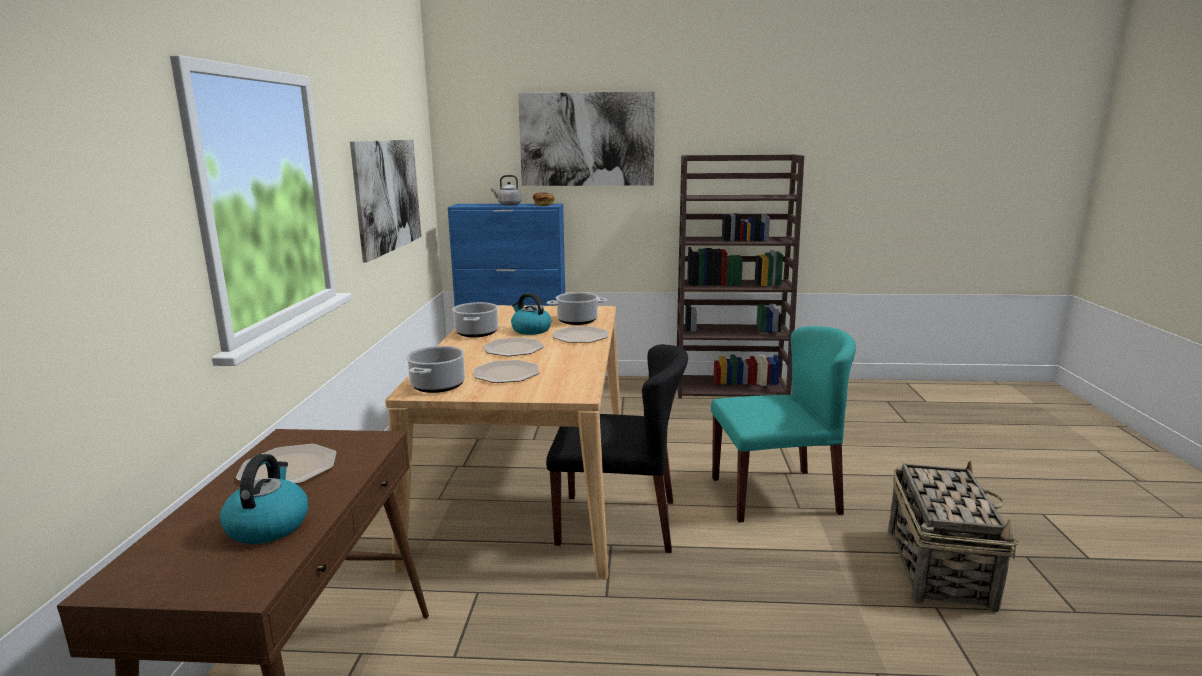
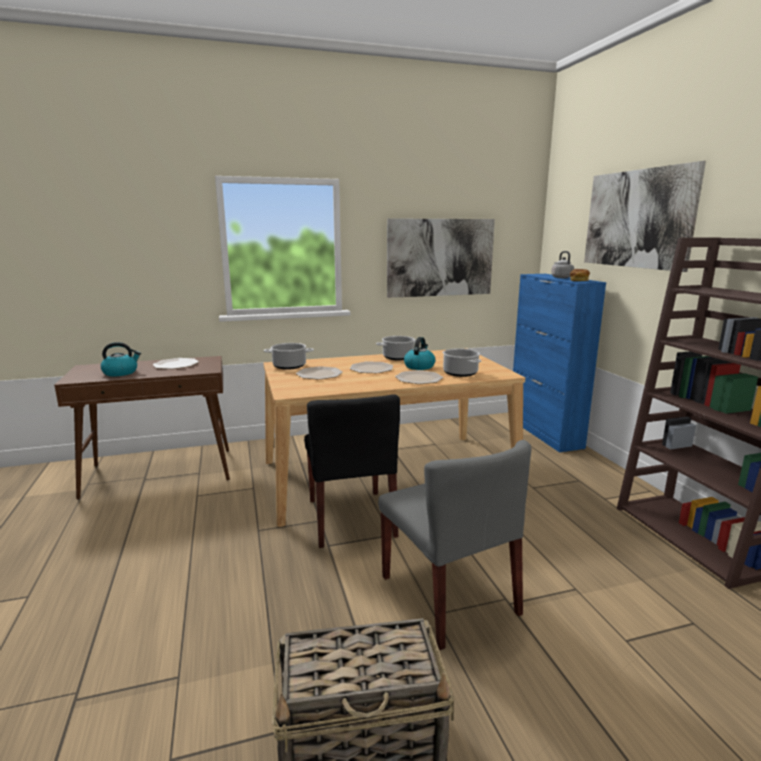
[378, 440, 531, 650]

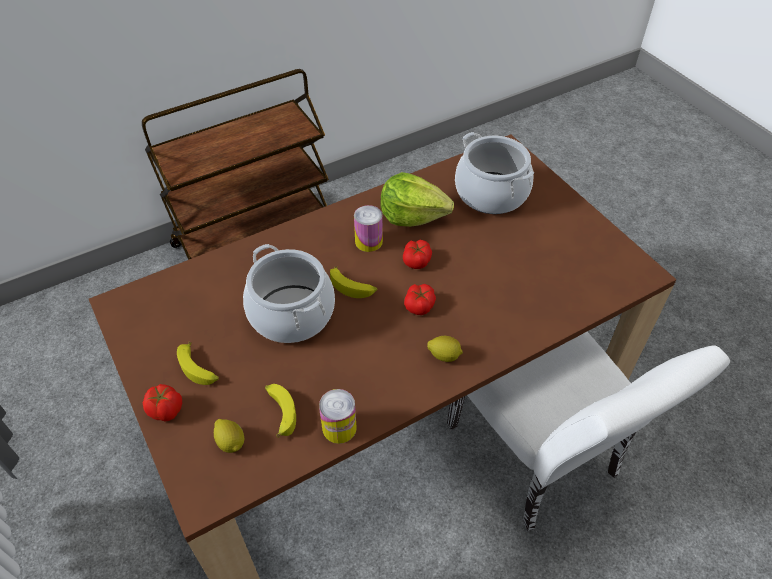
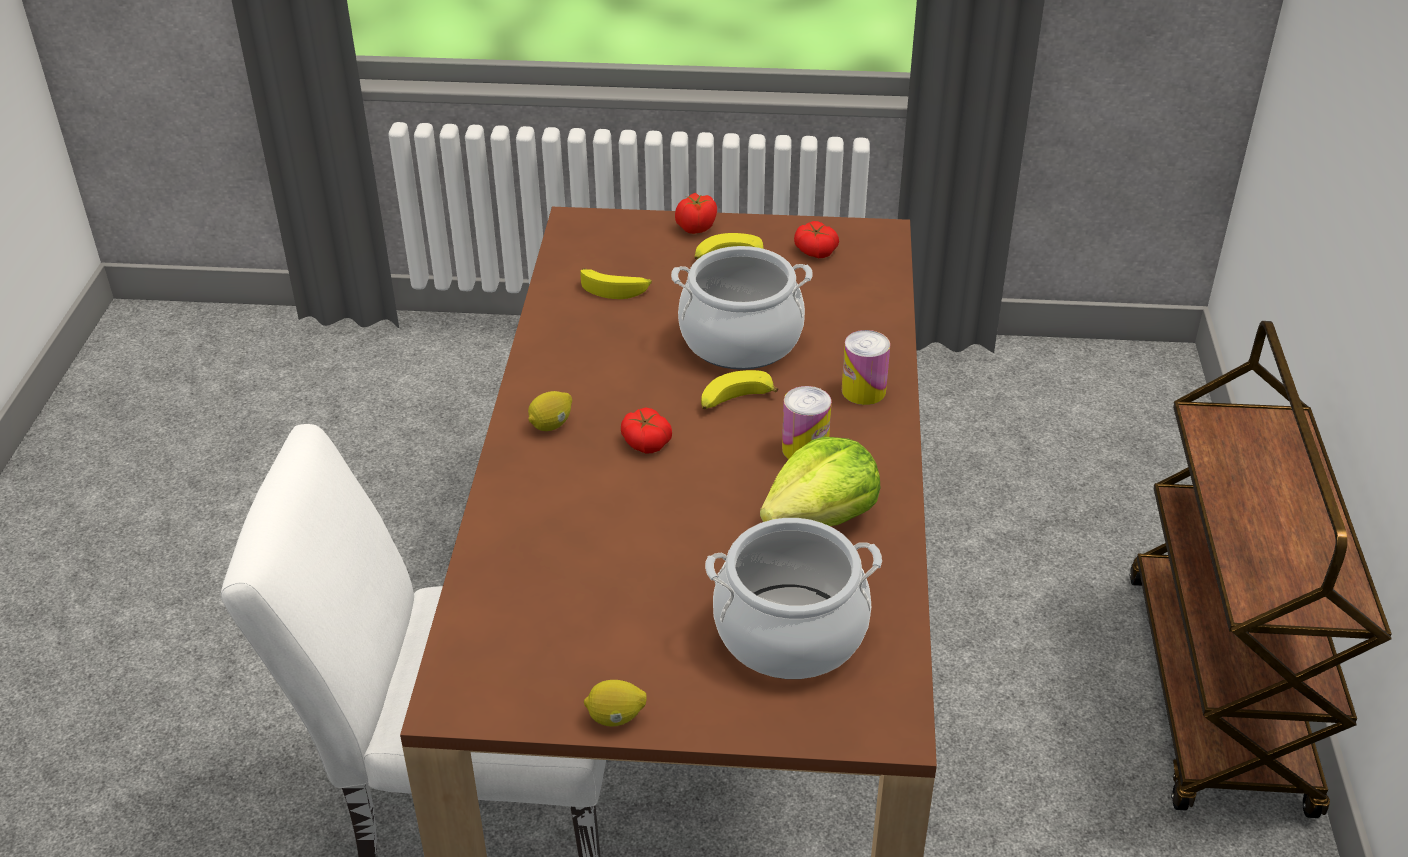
[584, 680, 647, 726]
[842, 330, 890, 405]
[794, 221, 839, 258]

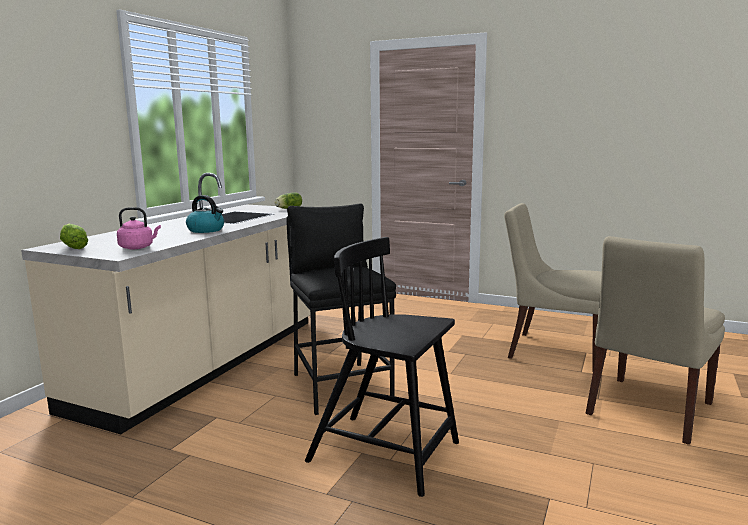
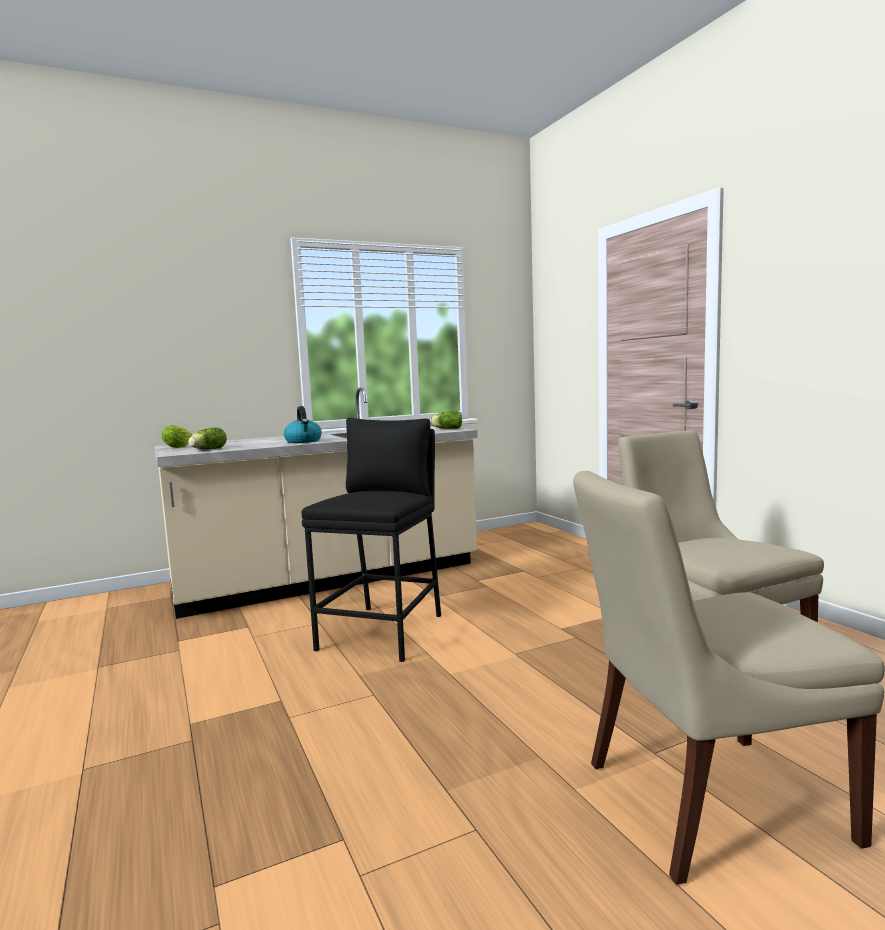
[188, 427, 227, 450]
[305, 237, 459, 497] (first image)

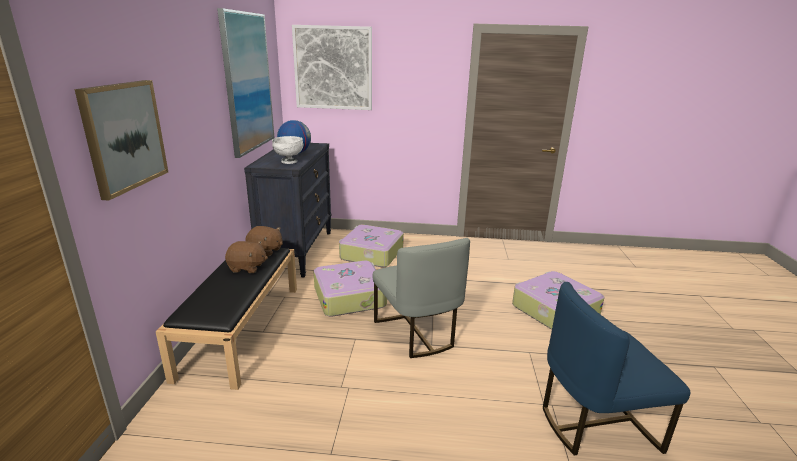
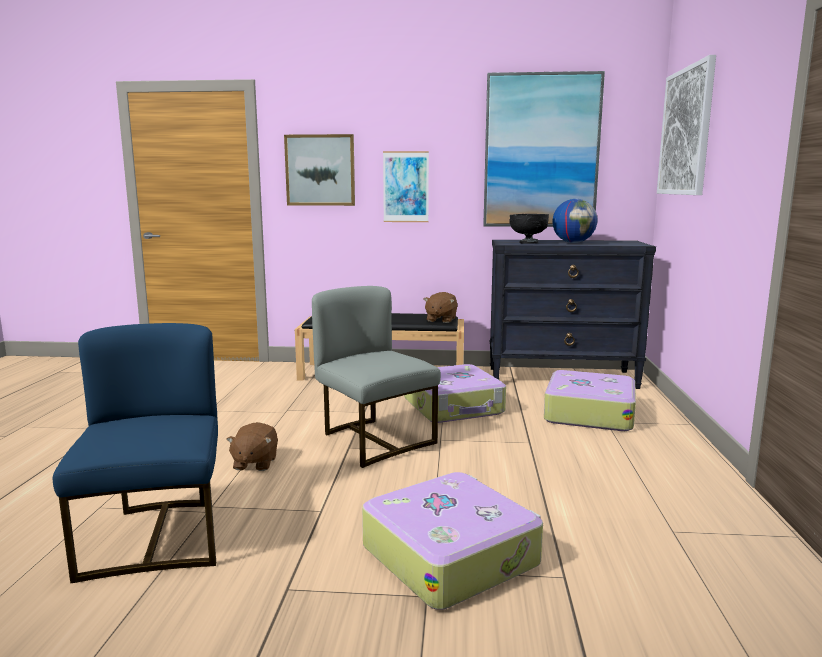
[226, 422, 278, 471]
[509, 214, 549, 244]
[312, 286, 441, 468]
[383, 151, 429, 222]

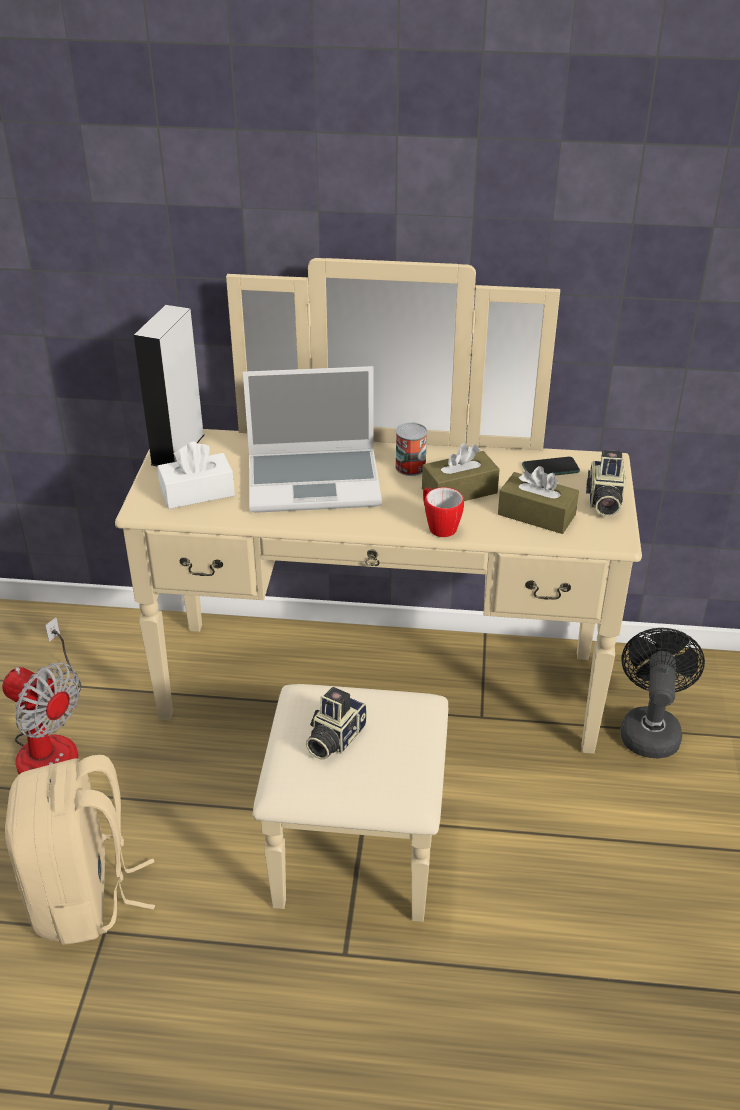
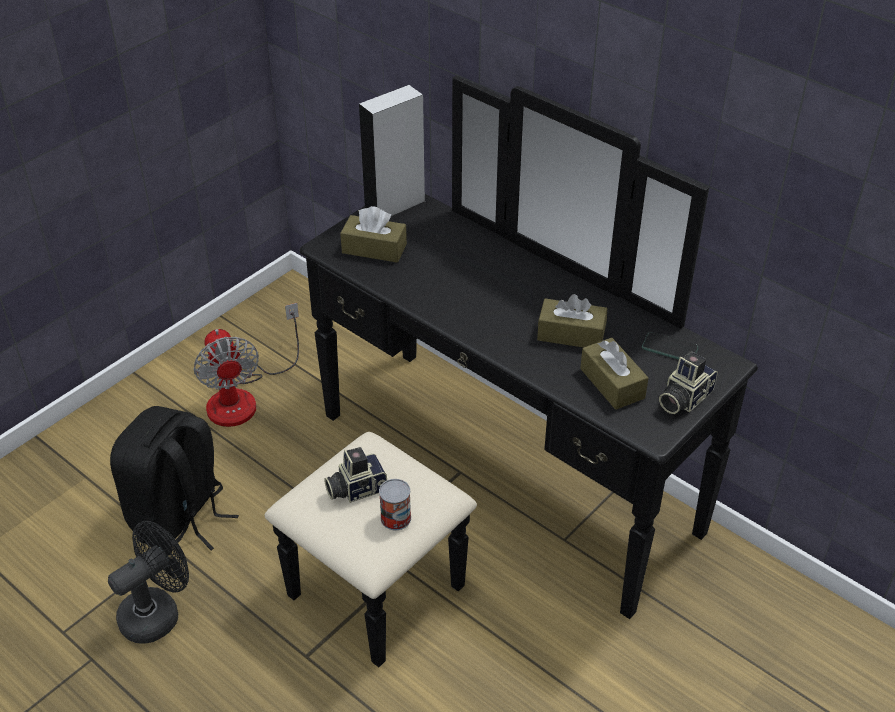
[110, 406, 239, 550]
[264, 76, 758, 667]
[340, 206, 407, 263]
[243, 366, 382, 513] (first image)
[379, 479, 411, 530]
[423, 487, 464, 537] (first image)
[108, 521, 189, 644]

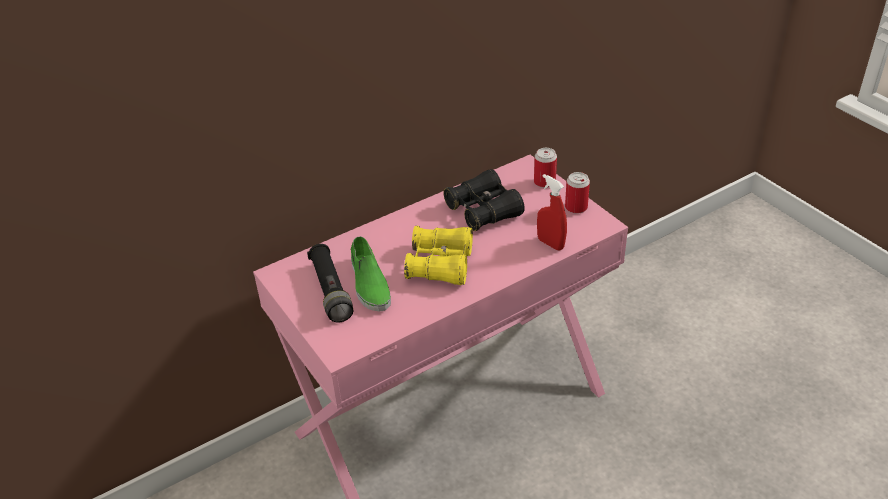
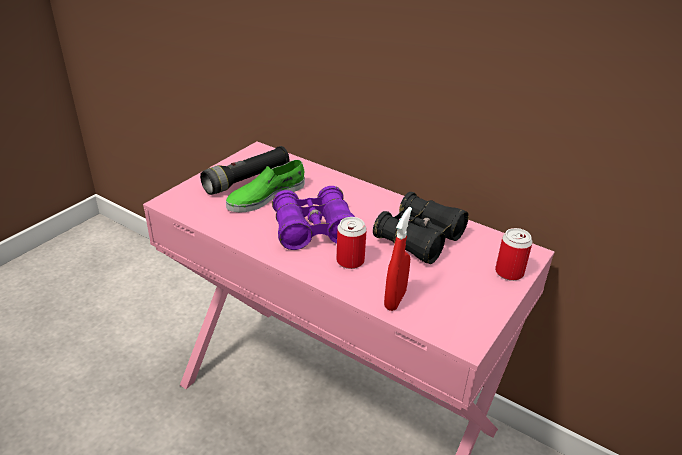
[272, 186, 355, 250]
[336, 217, 367, 269]

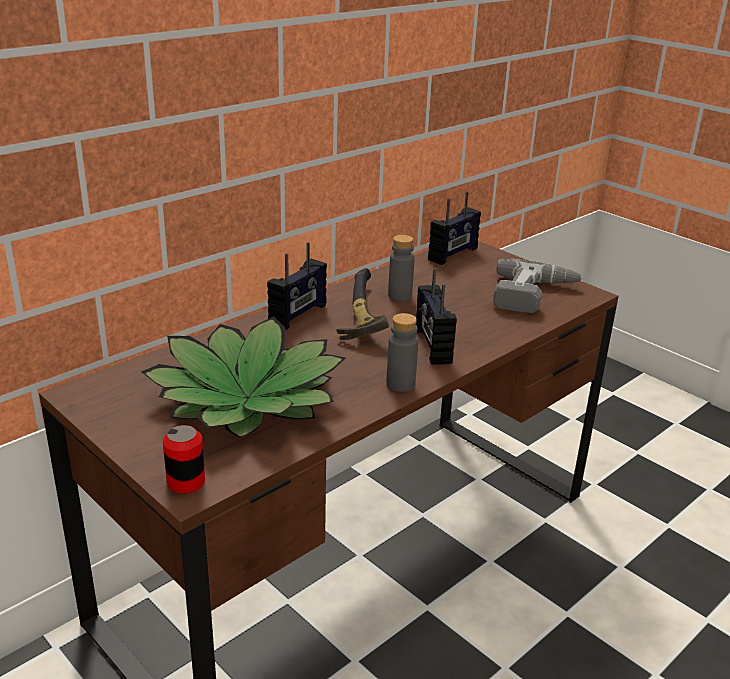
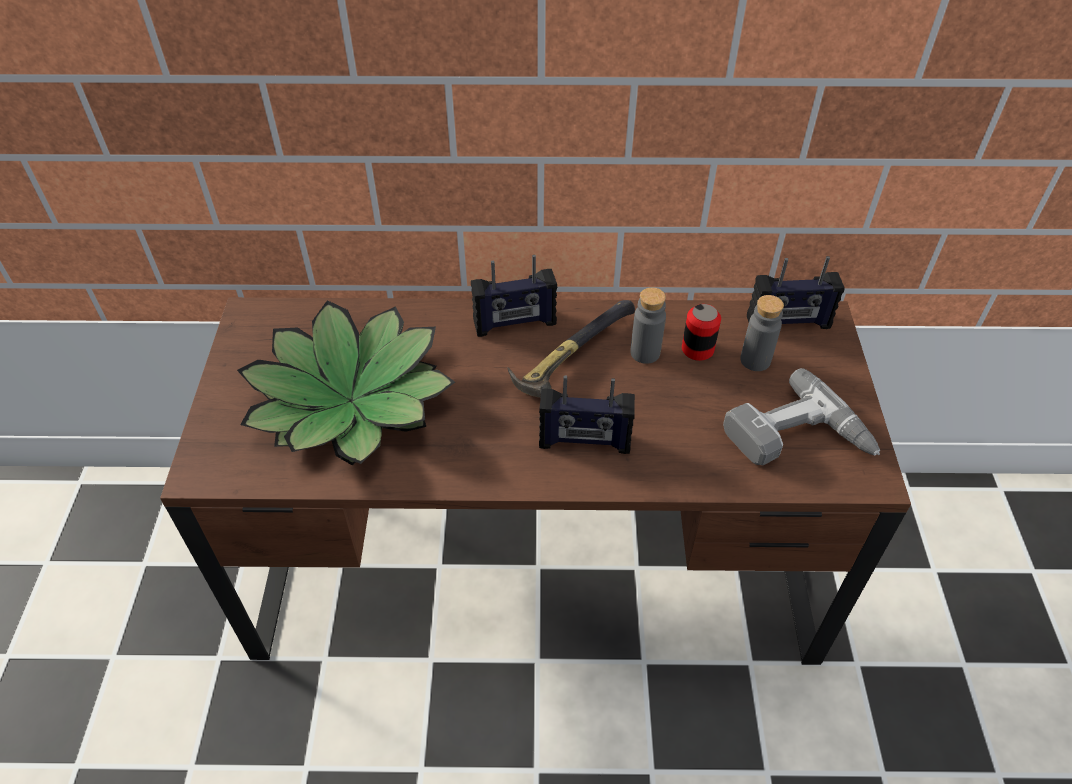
[682, 304, 721, 361]
[740, 295, 784, 371]
[539, 376, 635, 454]

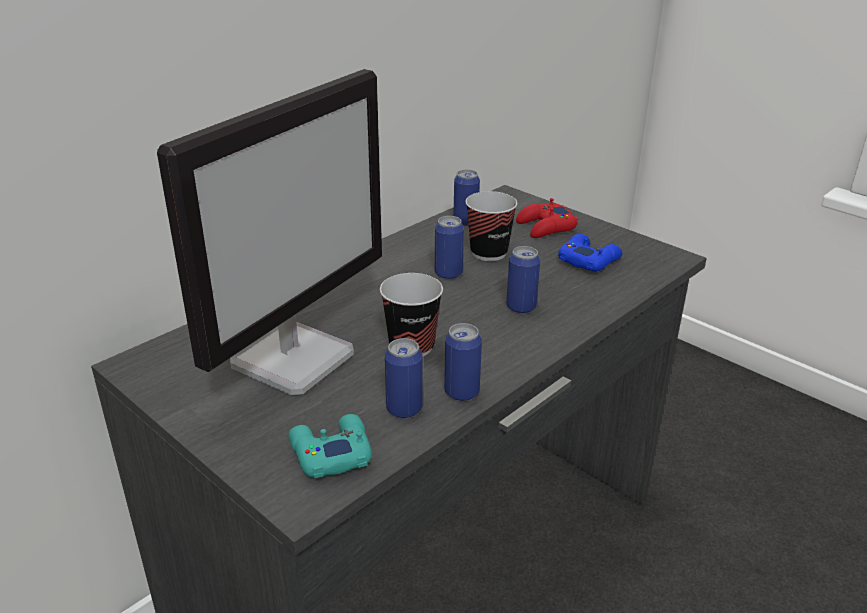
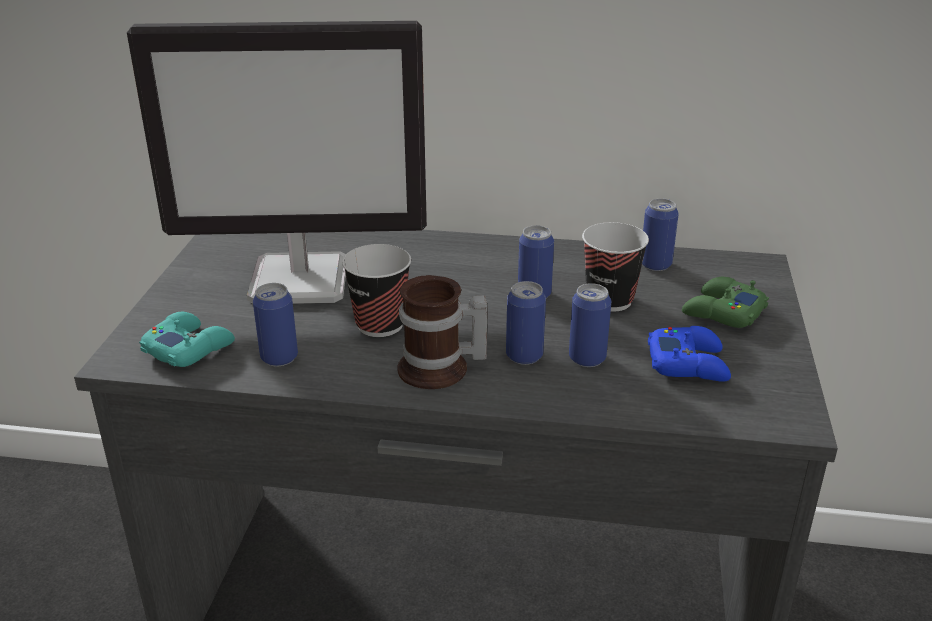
[569, 283, 611, 367]
[682, 277, 769, 328]
[397, 275, 487, 389]

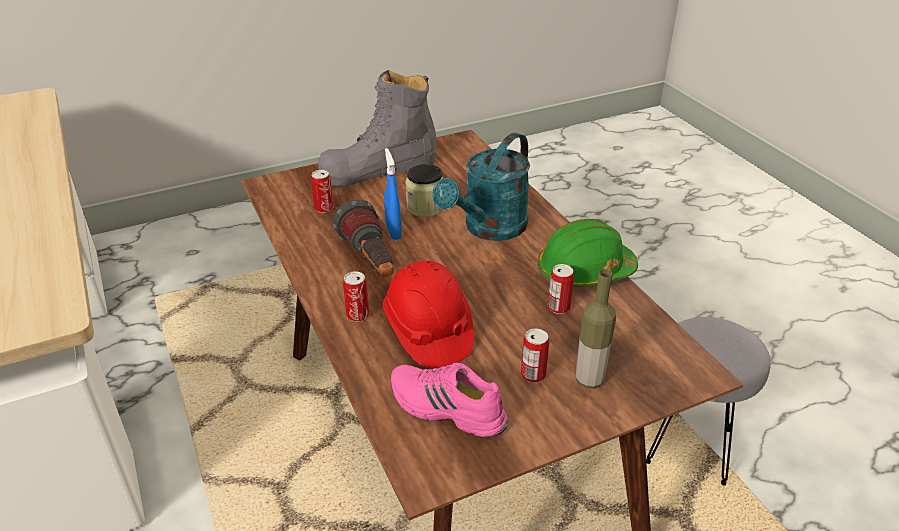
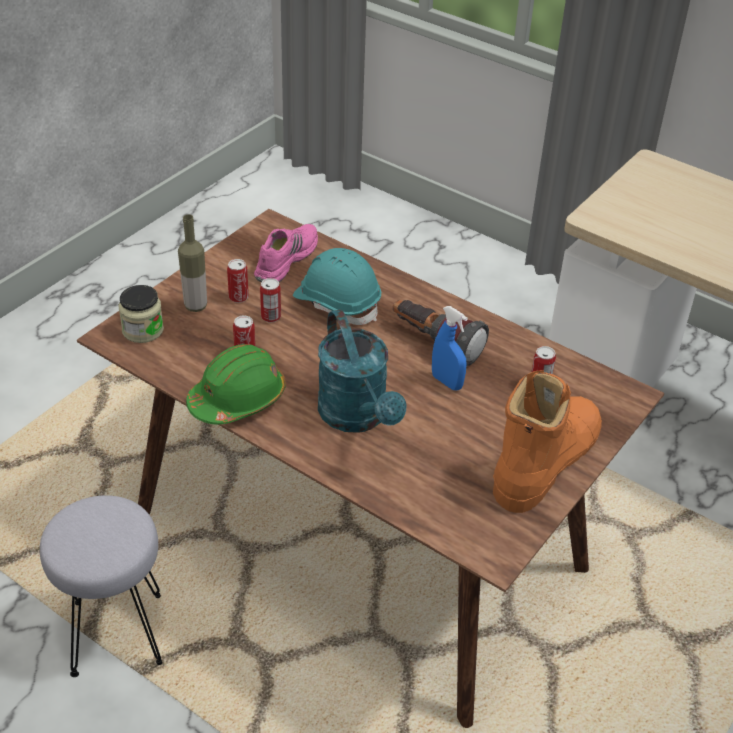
[493, 370, 602, 513]
[260, 278, 281, 323]
[293, 248, 381, 325]
[254, 224, 318, 282]
[118, 285, 164, 343]
[318, 309, 407, 433]

